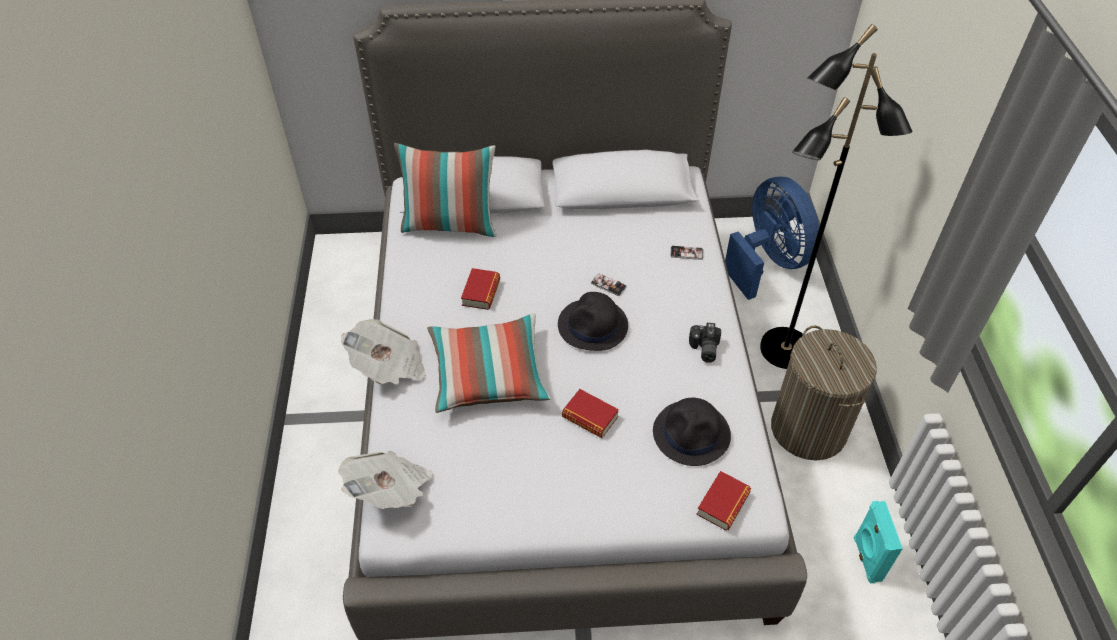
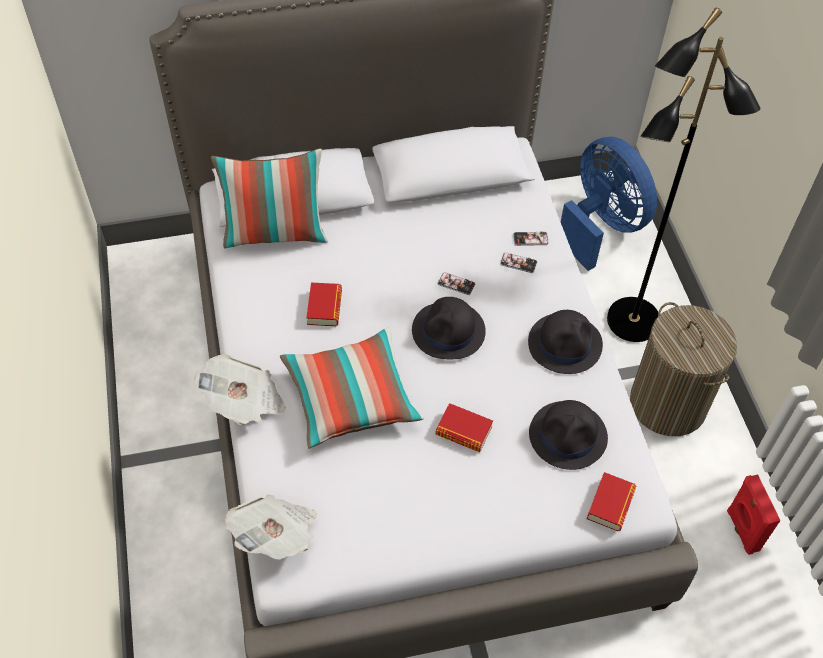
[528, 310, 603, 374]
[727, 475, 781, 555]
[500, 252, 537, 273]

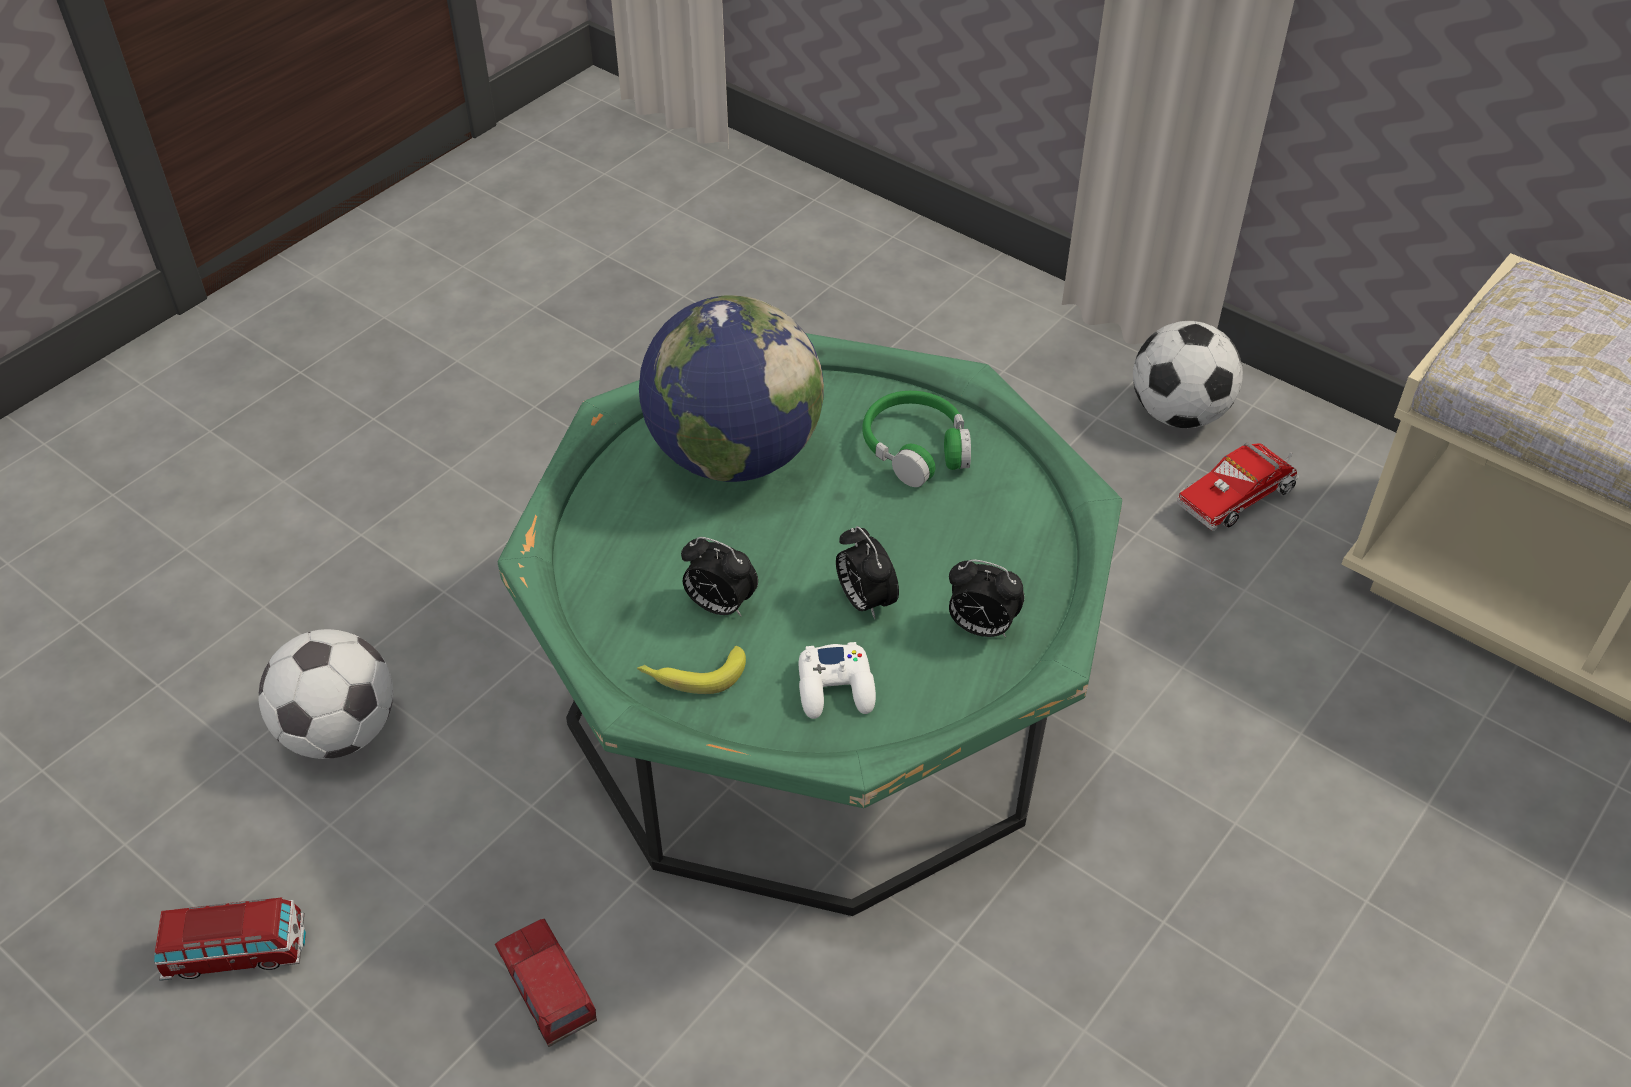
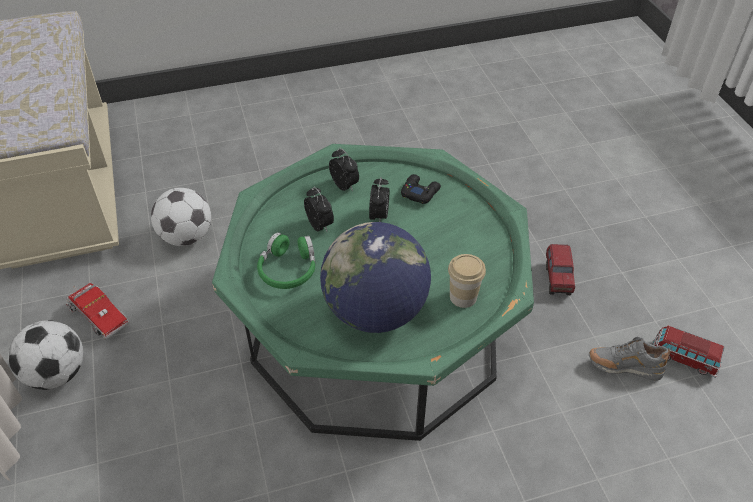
[151, 188, 211, 246]
[637, 646, 746, 694] (first image)
[304, 187, 334, 232]
[401, 174, 441, 204]
[66, 283, 129, 339]
[448, 254, 486, 308]
[589, 337, 671, 380]

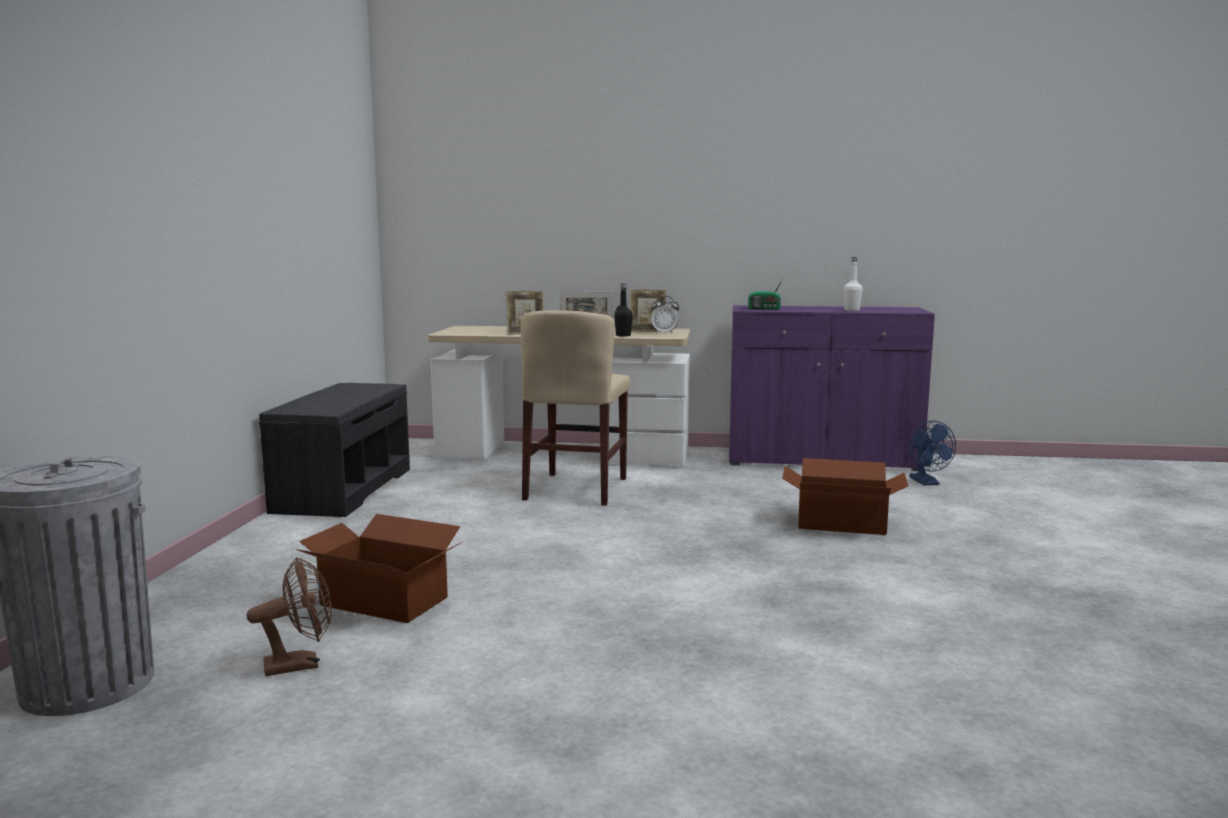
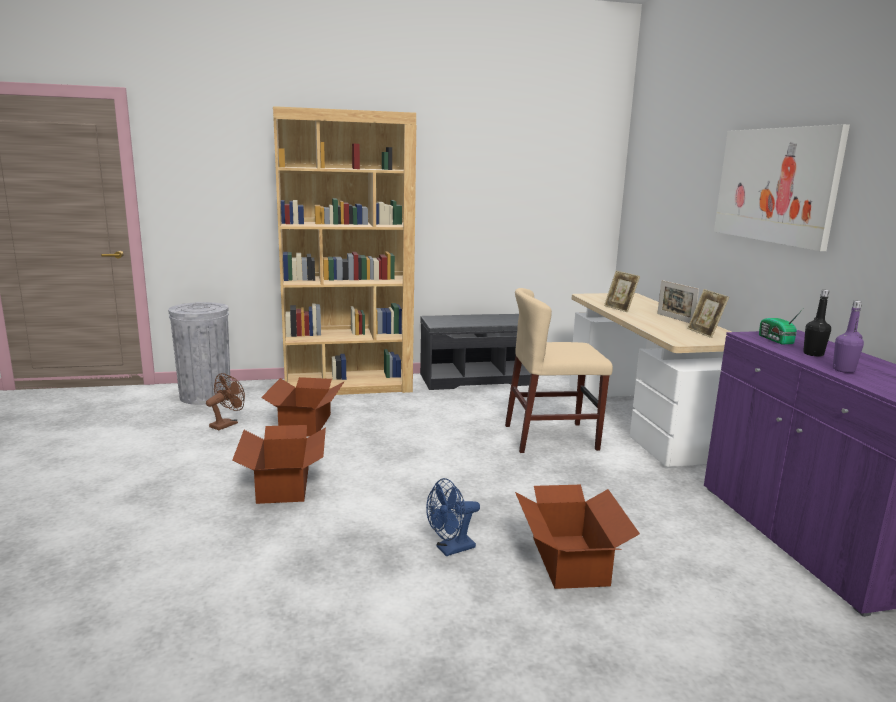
[206, 373, 245, 430]
[803, 290, 831, 357]
[651, 296, 679, 334] (first image)
[833, 301, 864, 373]
[426, 478, 480, 556]
[232, 425, 326, 504]
[273, 106, 416, 395]
[714, 124, 850, 251]

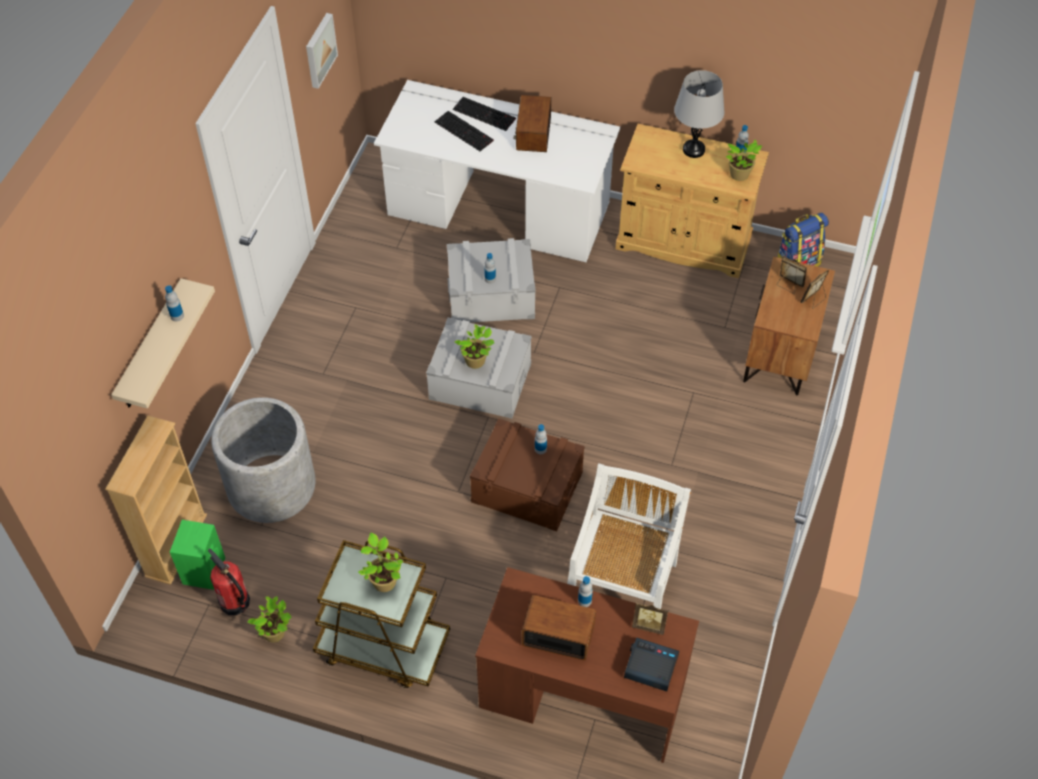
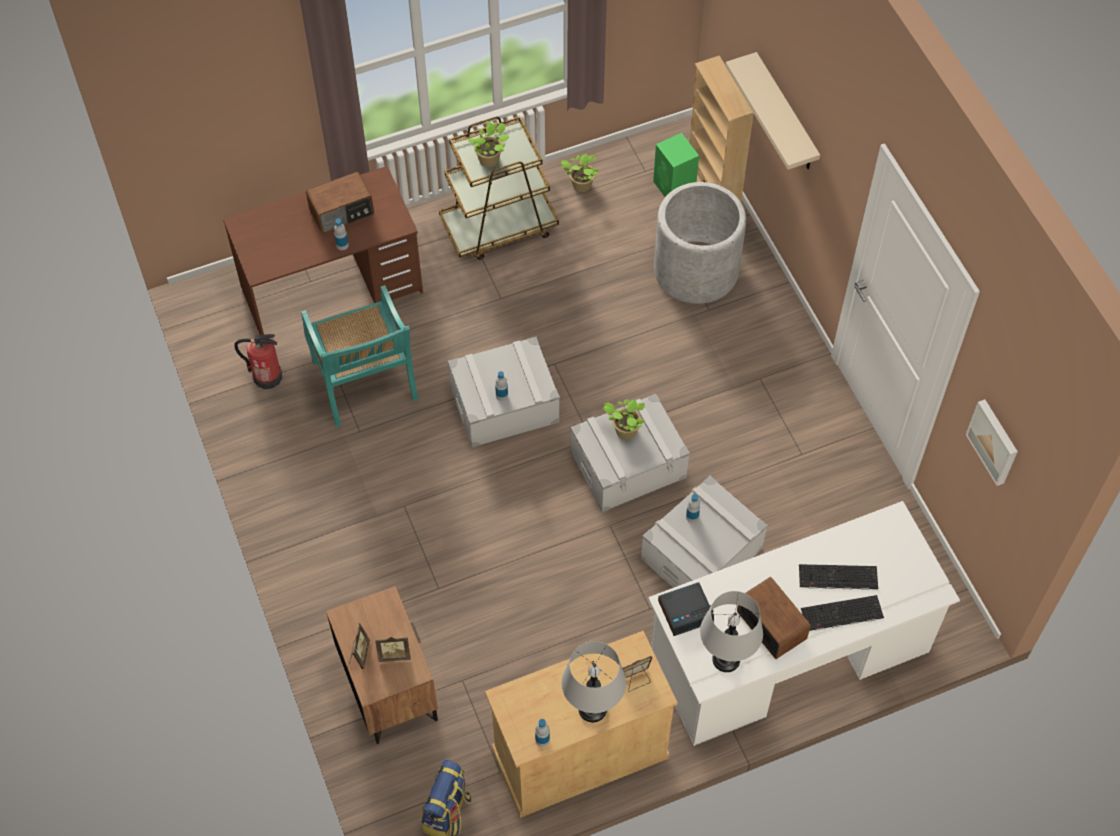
[165, 285, 184, 321] (first image)
[234, 334, 282, 389]
[448, 337, 560, 447]
[301, 285, 418, 427]
[658, 582, 714, 636]
[622, 656, 652, 692]
[726, 140, 762, 181] (first image)
[700, 591, 763, 672]

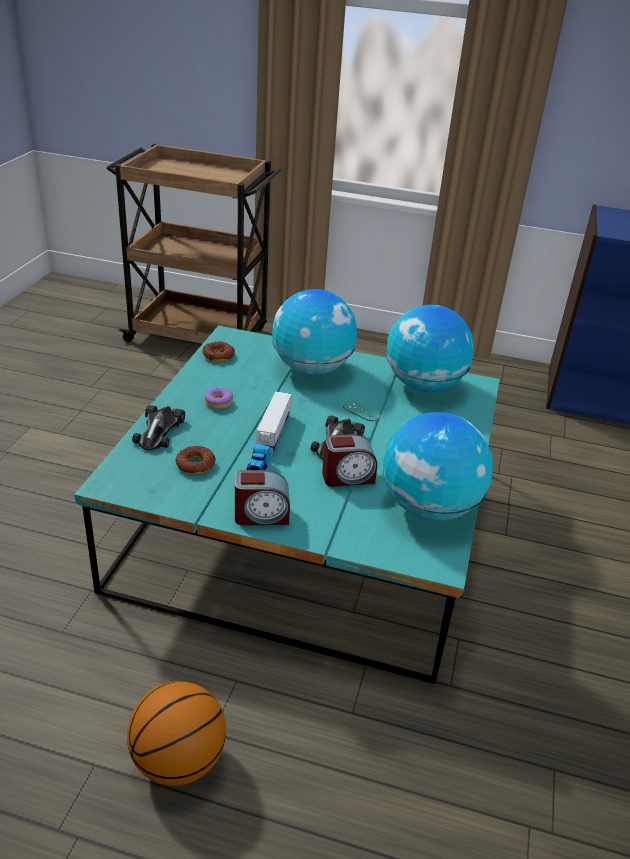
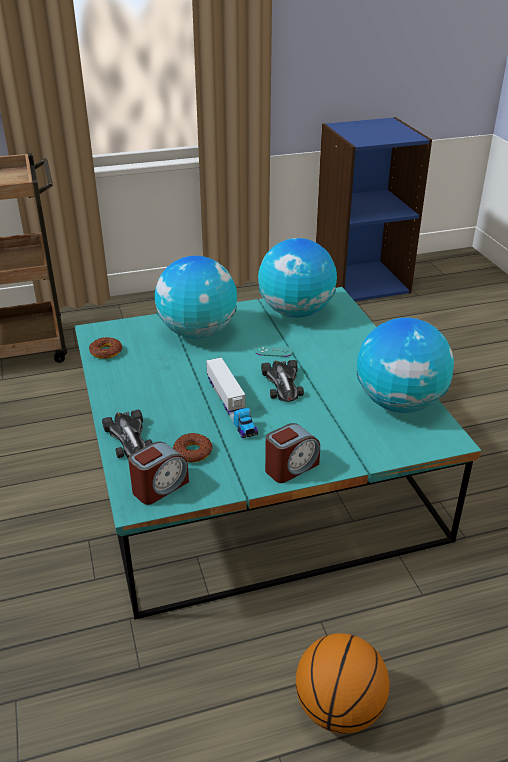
[205, 388, 233, 409] (first image)
[128, 442, 189, 505]

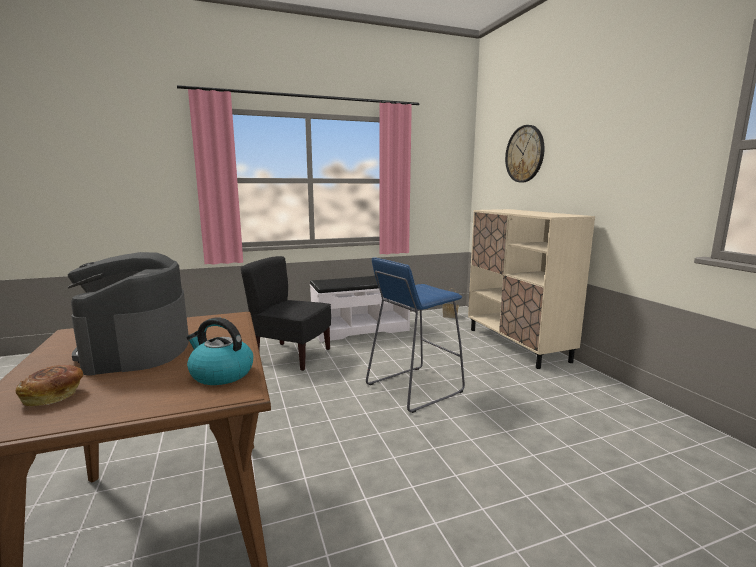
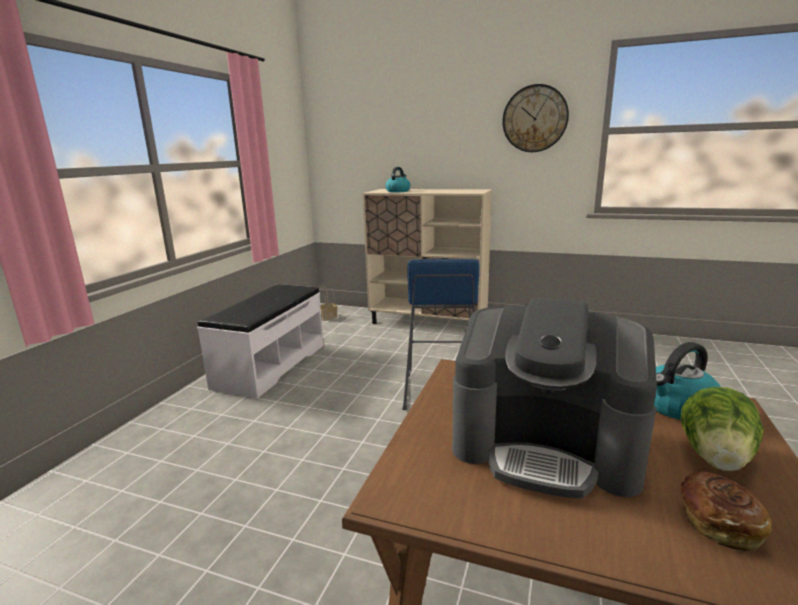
[241, 256, 331, 371] (first image)
[502, 84, 569, 152]
[385, 167, 411, 192]
[681, 387, 764, 472]

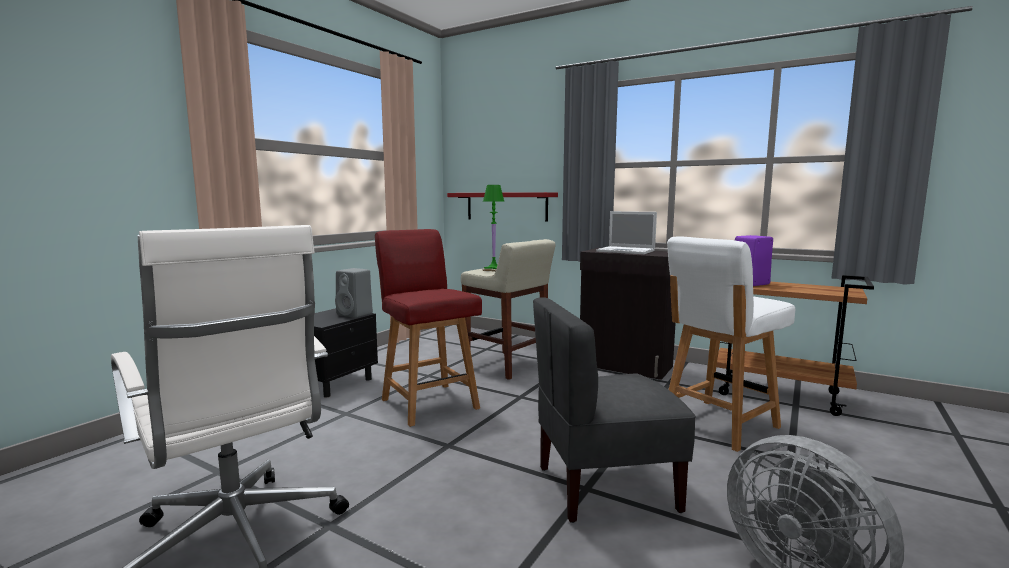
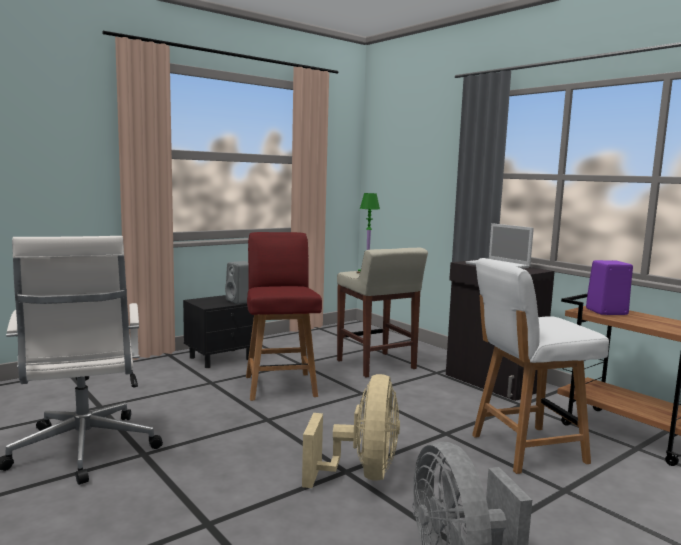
[447, 192, 558, 221] (first image)
[302, 374, 400, 488]

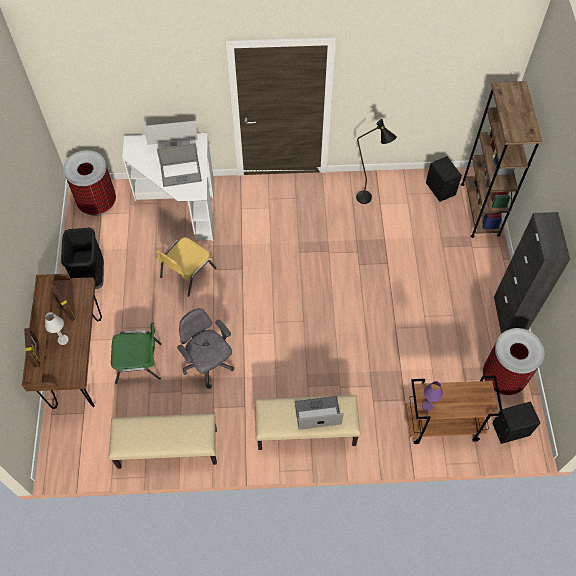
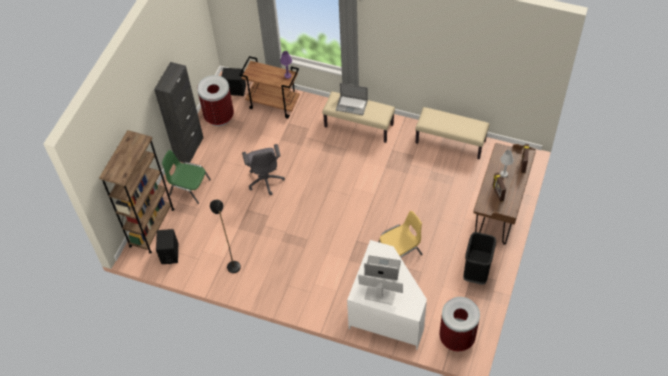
[162, 150, 211, 204]
[242, 144, 285, 195]

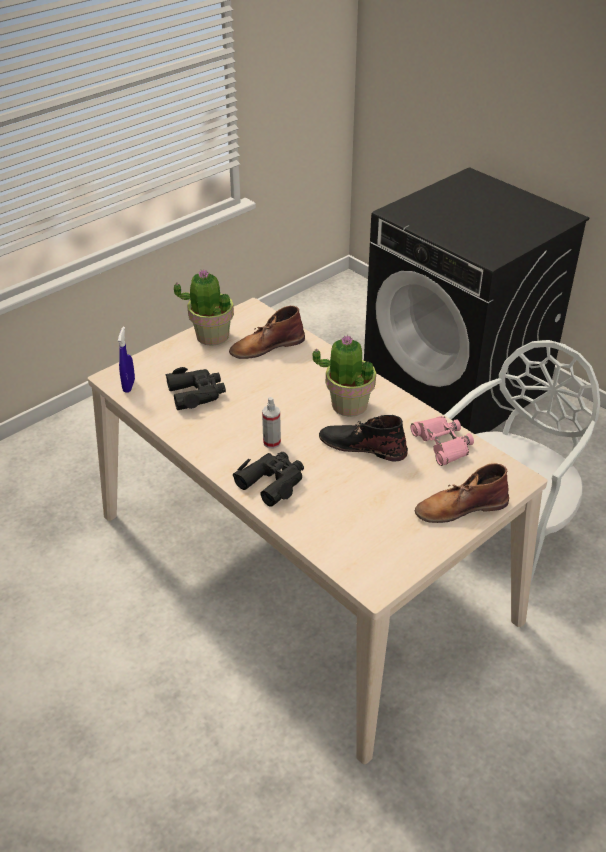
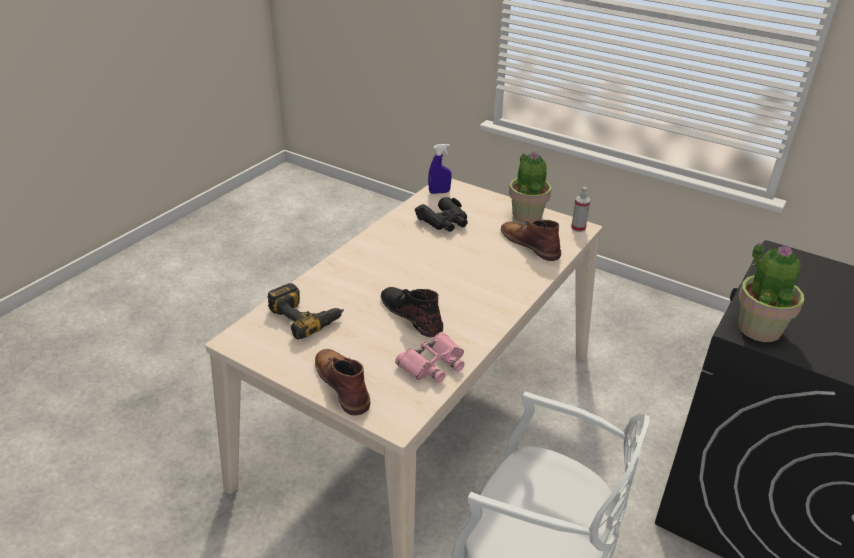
[233, 452, 304, 507] (first image)
[571, 187, 590, 232]
[738, 243, 804, 342]
[381, 287, 443, 337]
[267, 283, 344, 339]

